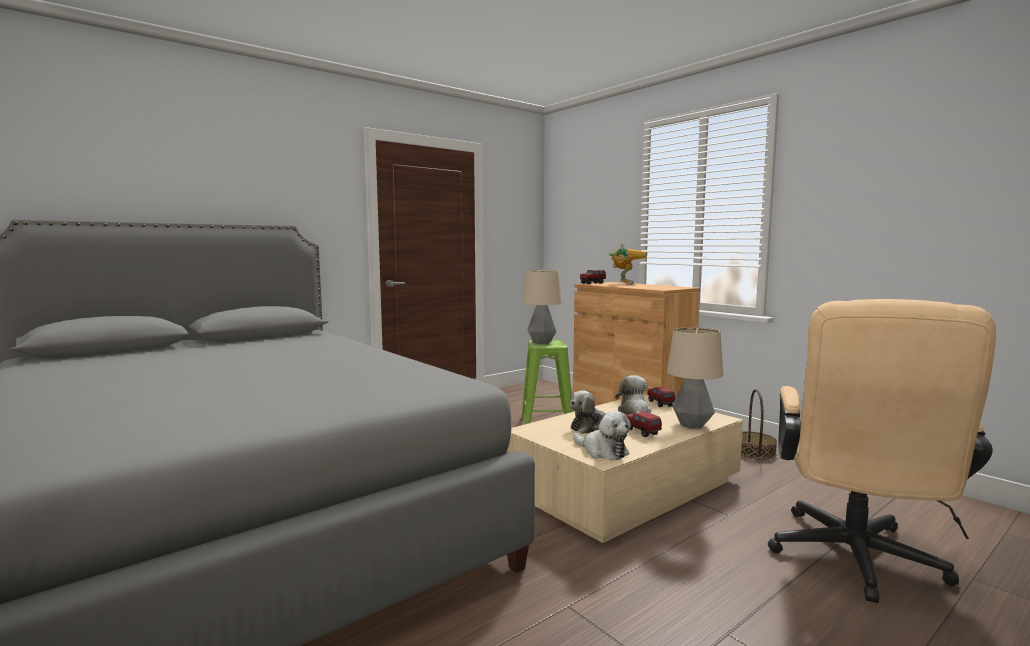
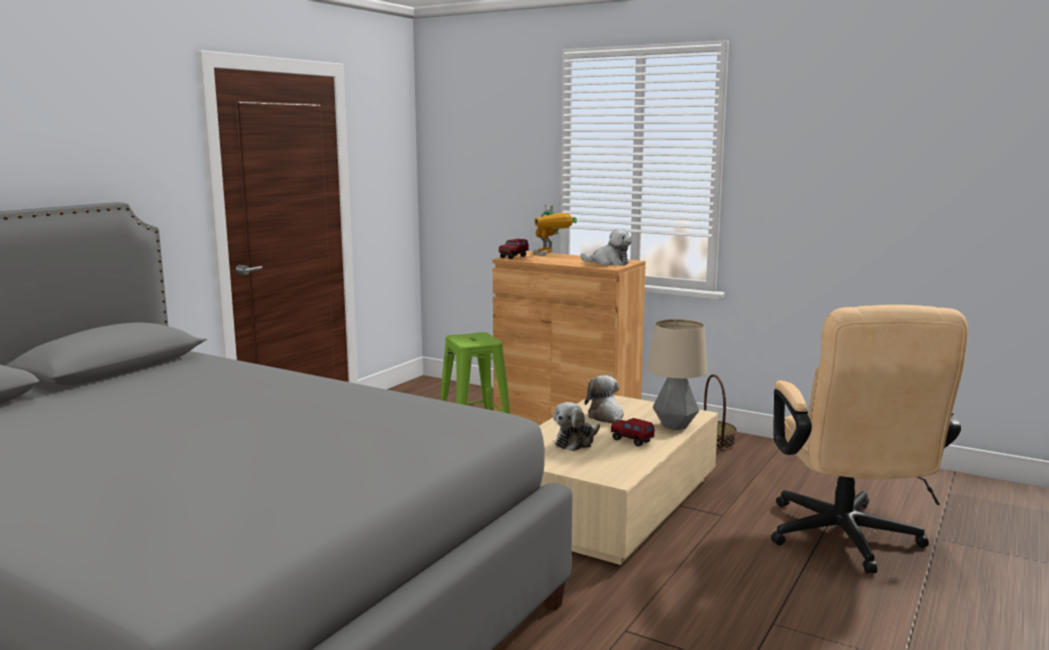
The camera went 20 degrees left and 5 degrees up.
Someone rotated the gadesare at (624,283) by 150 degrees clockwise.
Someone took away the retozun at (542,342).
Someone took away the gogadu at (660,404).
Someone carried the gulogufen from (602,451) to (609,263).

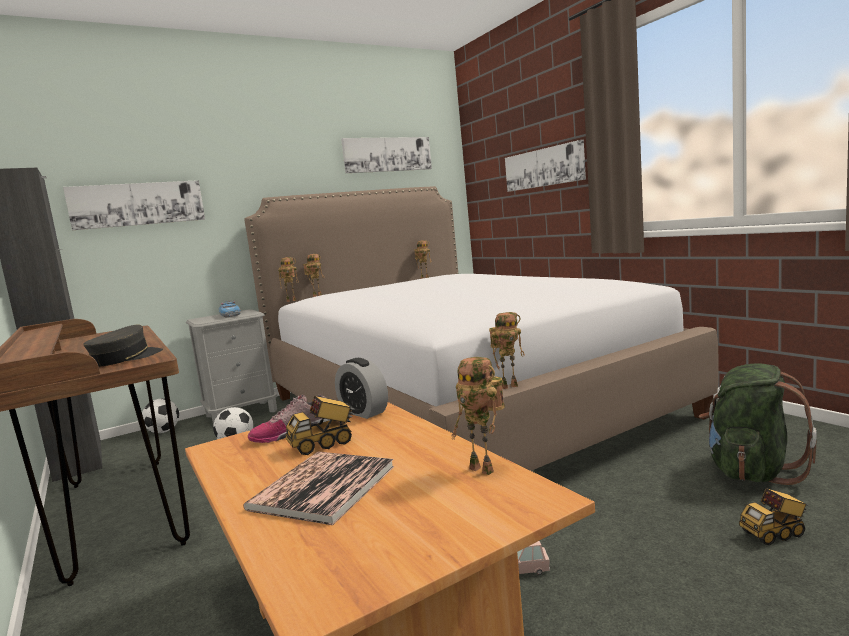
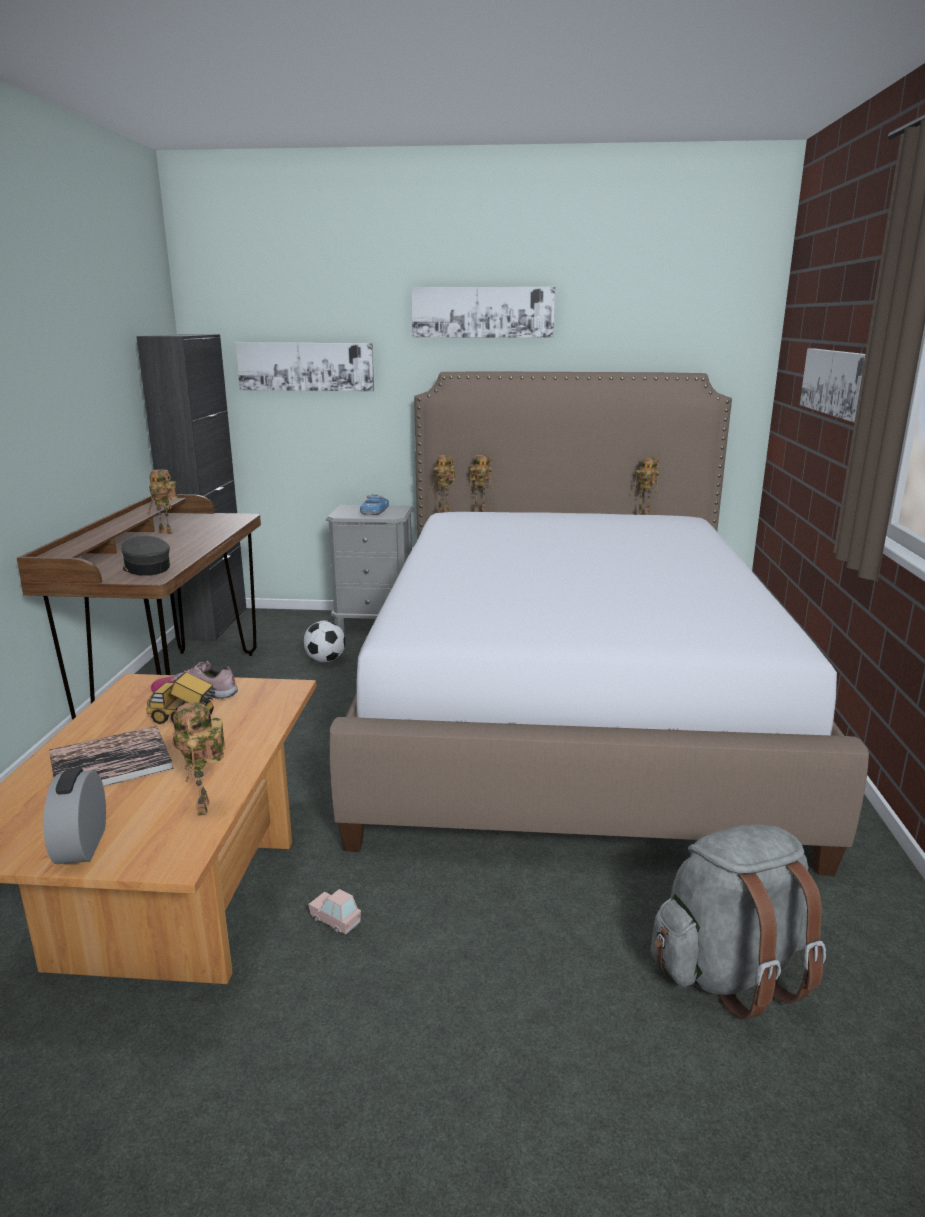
The camera went 35 degrees right and 10 degrees up.
Someone carried the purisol from (387,154) to (483,312).
Someone carried the gadesare from (509,386) to (167,532).
Someone rotated the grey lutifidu at (126,358) by 105 degrees counterclockwise.
Someone carried the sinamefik from (363,412) to (82,845).
Someone repainted the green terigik at (751,471), which became the grey terigik at (730,972).
Someone took away the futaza at (163,431).
Someone took away the gogadu at (774,534).

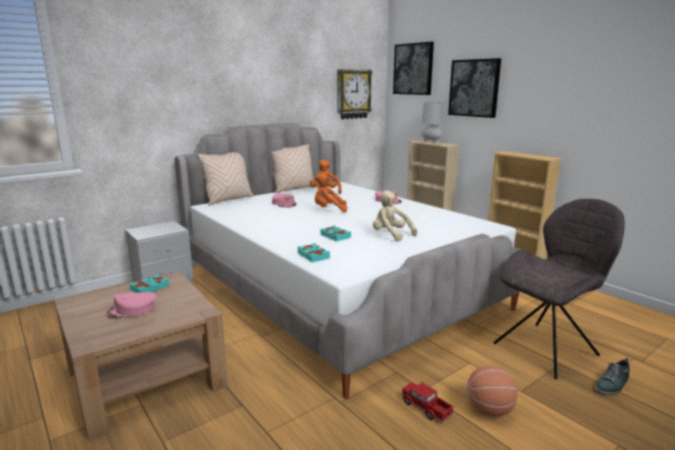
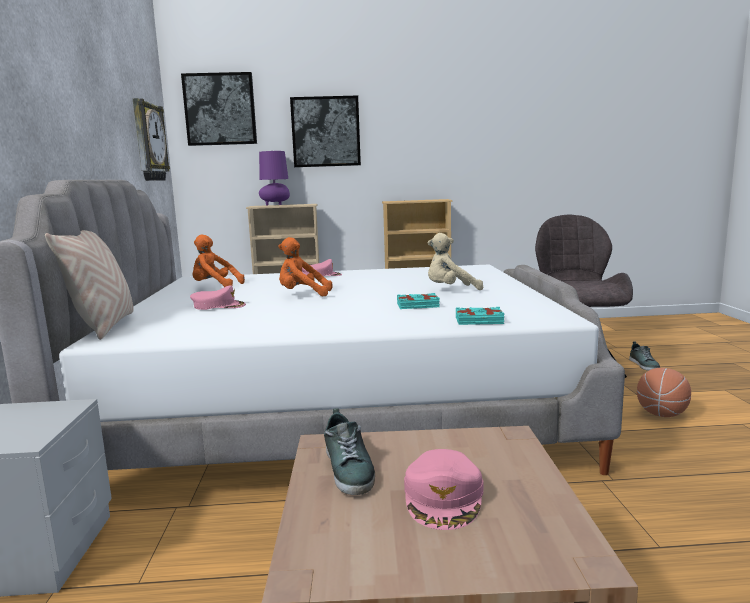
The camera went 55 degrees left and 5 degrees down.
Someone repainted the grey retozun at (430,142), which became the purple retozun at (275,205).
Someone took away the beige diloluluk at (294,189).
Someone rotated the orange gulogufen at (329,210) by 60 degrees clockwise.
Someone swapped the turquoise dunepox at (149,288) for the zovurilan at (349,469).
Someone took away the gogadu at (426,408).

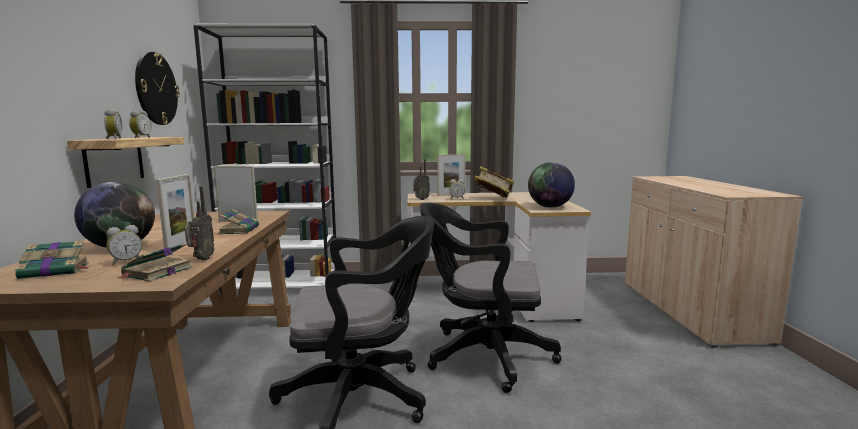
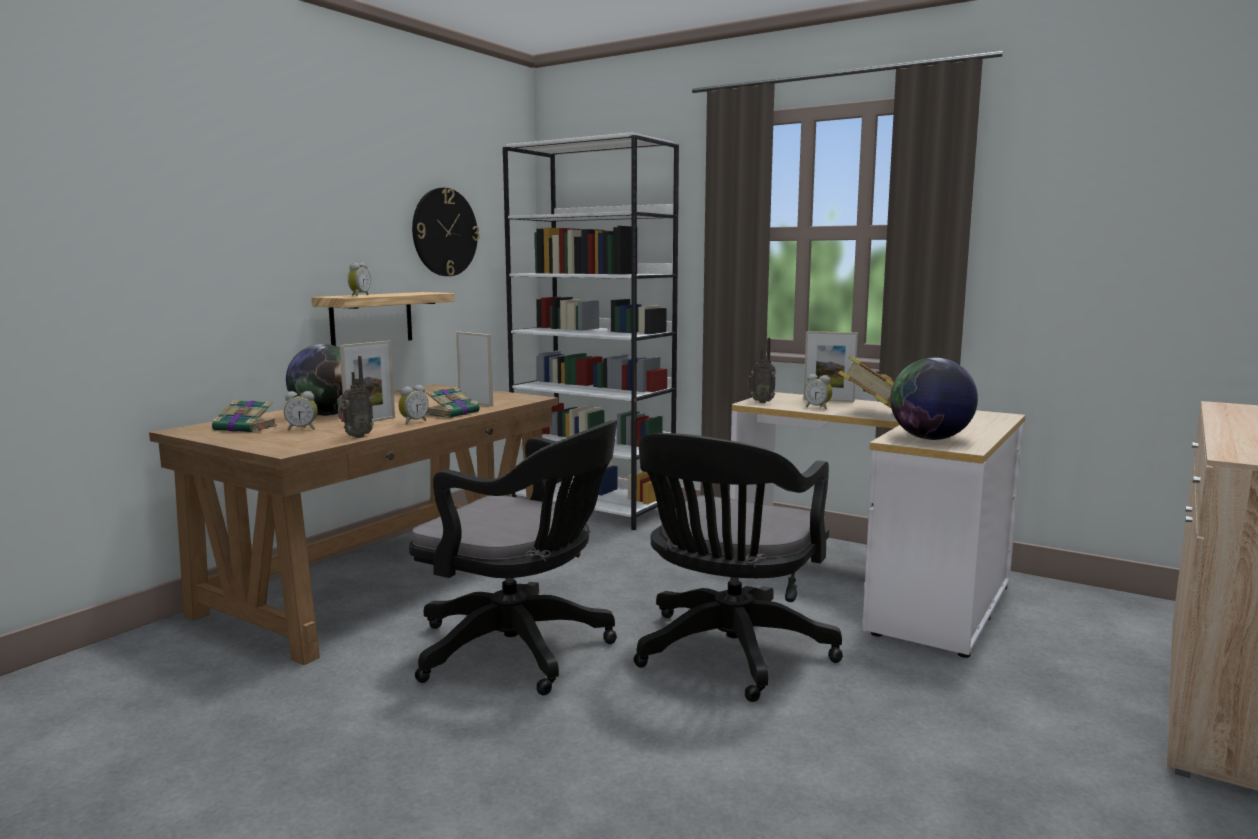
The camera went 35 degrees right and 0 degrees up.
Someone carried the sinamefik from (140,137) to (413,422).
Someone rotated the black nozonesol at (482,355) by 105 degrees counterclockwise.
Someone took away the dunepox at (156,272).

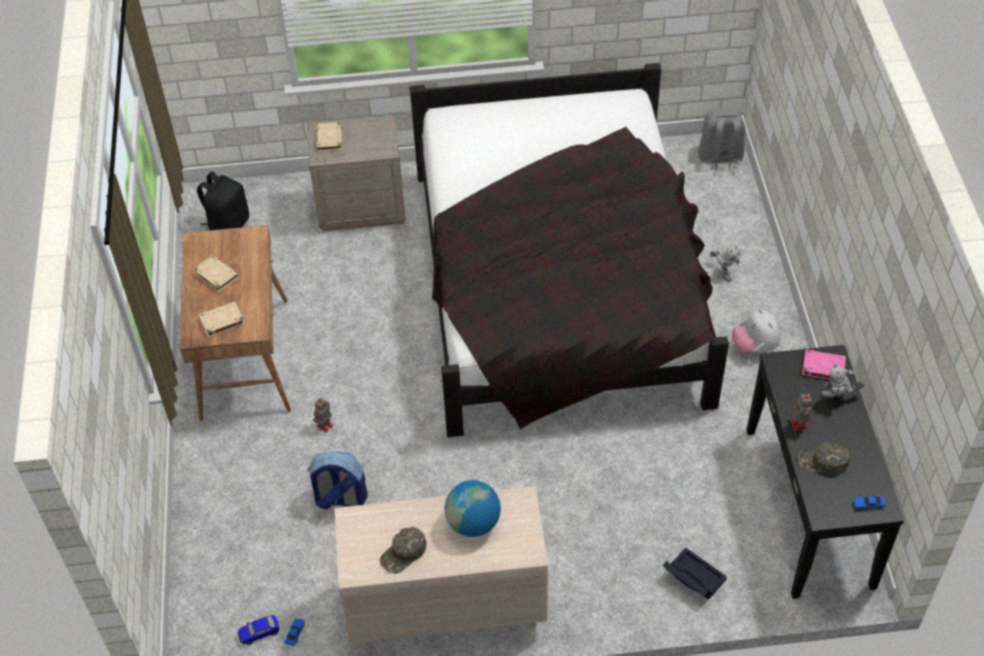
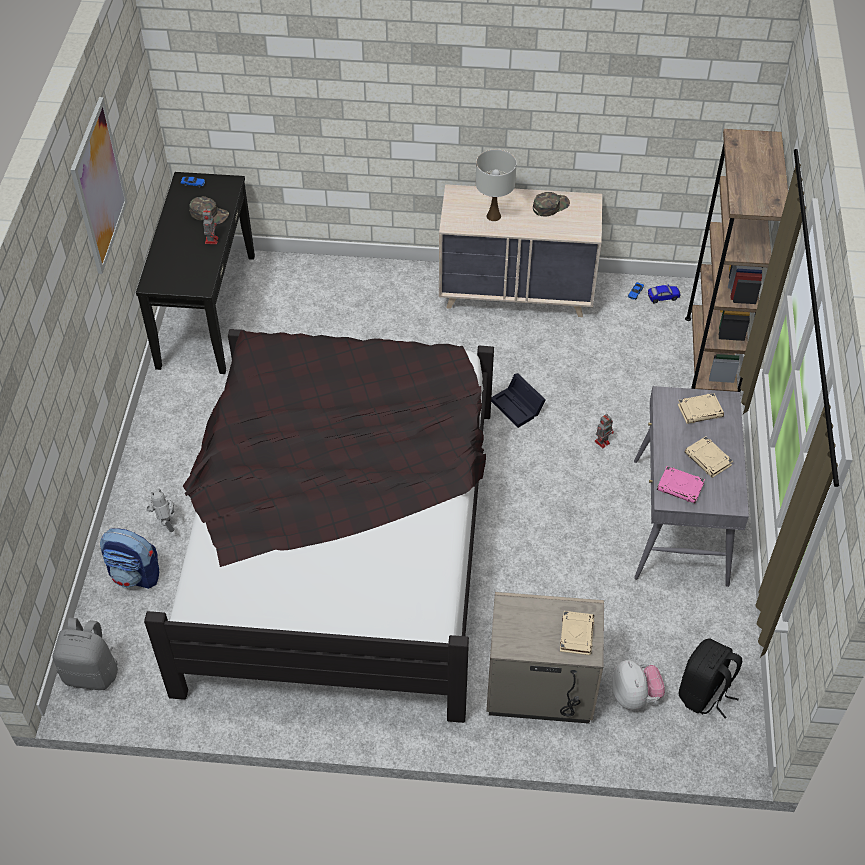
The camera went 170 degrees left and 0 degrees up.
Someone repainted the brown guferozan at (244,358), which became the grey guferozan at (680,522).
Someone carried the gulogufen from (754,347) to (634,696).
Someone carried the pink dunepox from (822,367) to (680,487).
Someone took away the gadesare at (838,398).
Someone carried the terigik from (340,498) to (135,575).
Someone swapped the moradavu at (473,523) for the white retozun at (493,216).
Someone carried the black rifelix from (691,577) to (518,407).
Someone put up the purisol at (98,186).
Someone put down the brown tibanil at (711,358).

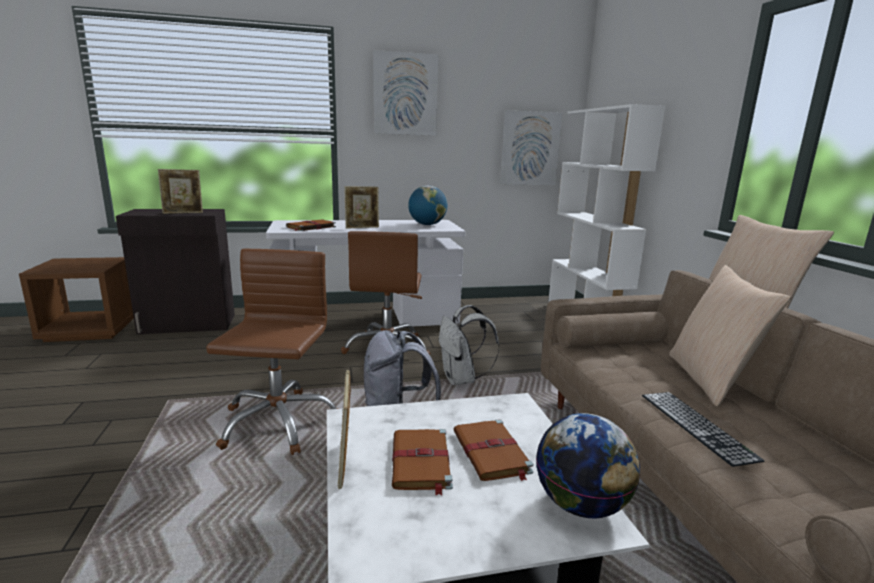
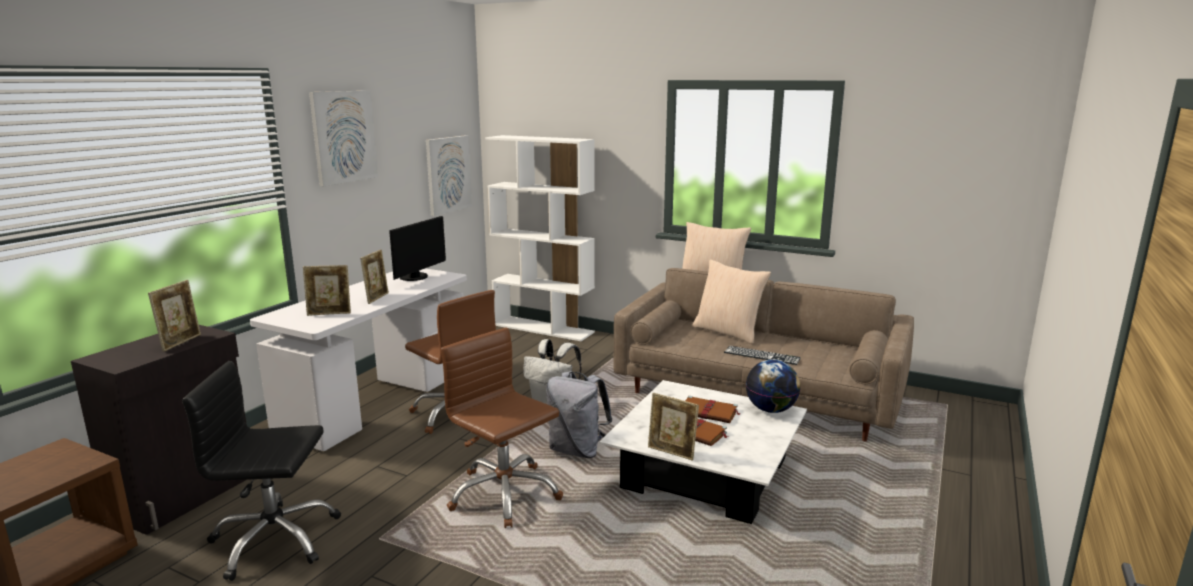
The camera went 50 degrees left and 0 degrees up.
Someone swapped the moradavu at (427,225) for the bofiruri at (416,277).
Someone swapped the brown dunepox at (310,227) for the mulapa at (329,313).
Someone put down the black nozonesol at (274,540).

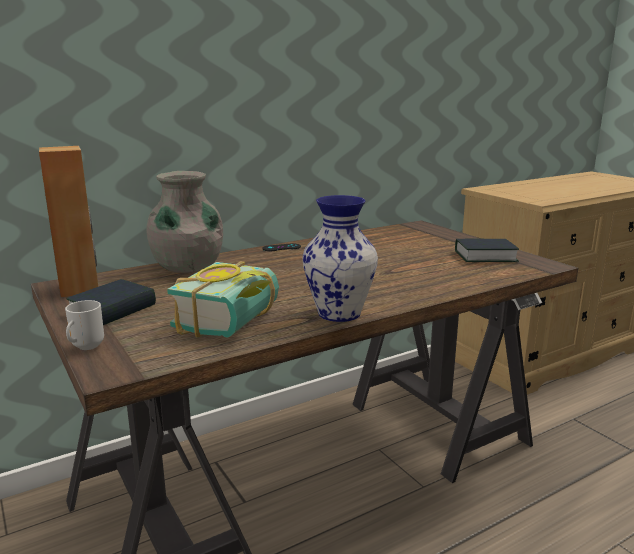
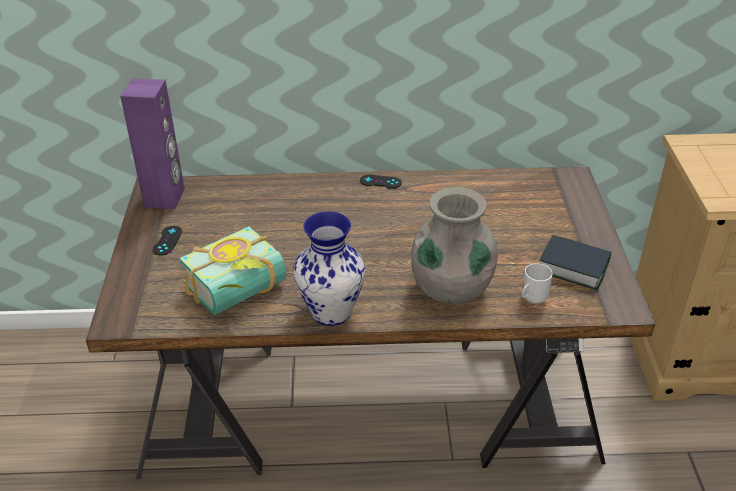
The camera went 30 degrees right and 20 degrees up.
Someone repainted the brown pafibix at (79,288), which became the purple pafibix at (165,198).
Someone carried the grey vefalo from (187,268) to (451,288).
Someone swapped the dunepox at (113,310) for the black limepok at (167,241).
Someone carried the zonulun from (85,347) to (532,299).

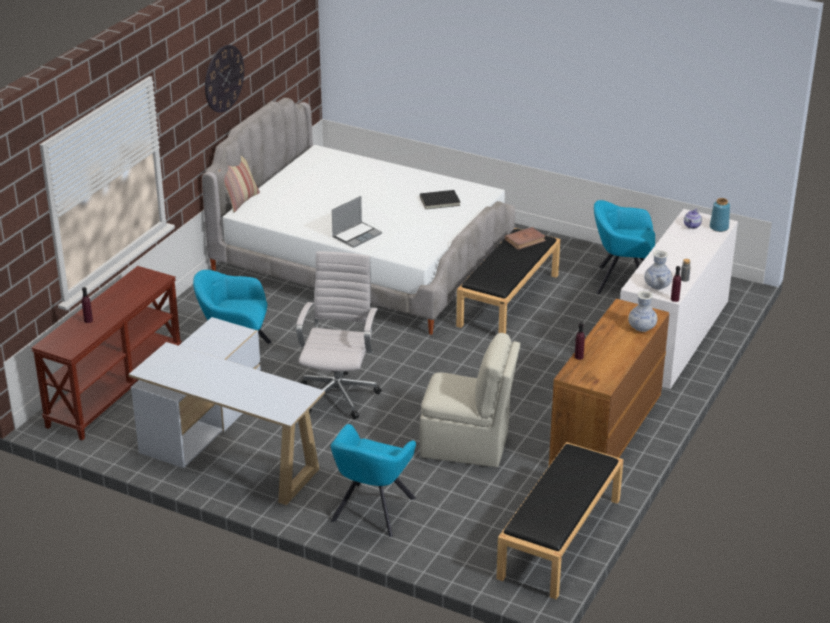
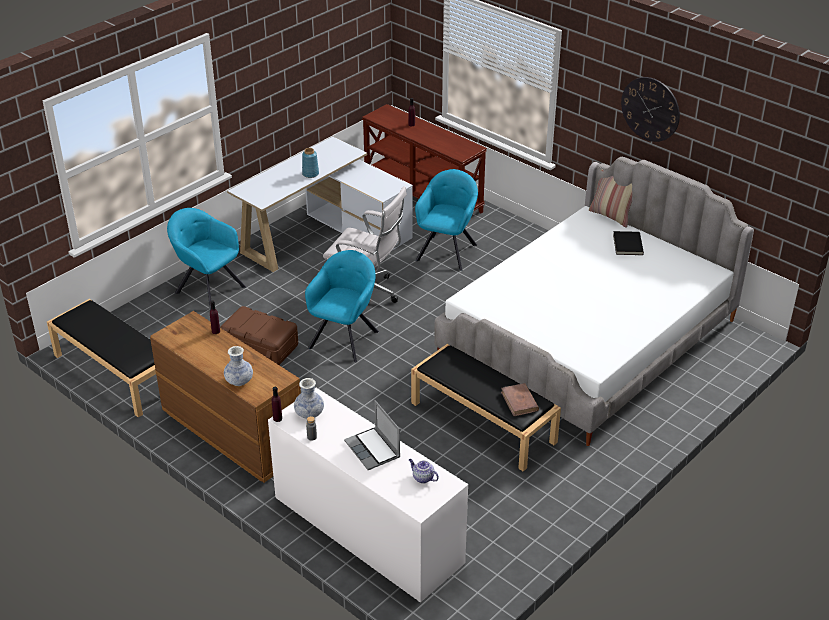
The camera went 105 degrees right and 5 degrees up.
Someone carried the black dunepox from (440,201) to (627,244).
Someone carried the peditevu from (357,235) to (373,450).
Someone carried the blue vefalo from (718,227) to (311,174).
Someone carried the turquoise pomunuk from (621,281) to (345,338).
Someone swapped the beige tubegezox at (467,445) for the brown rifelix at (260,349).

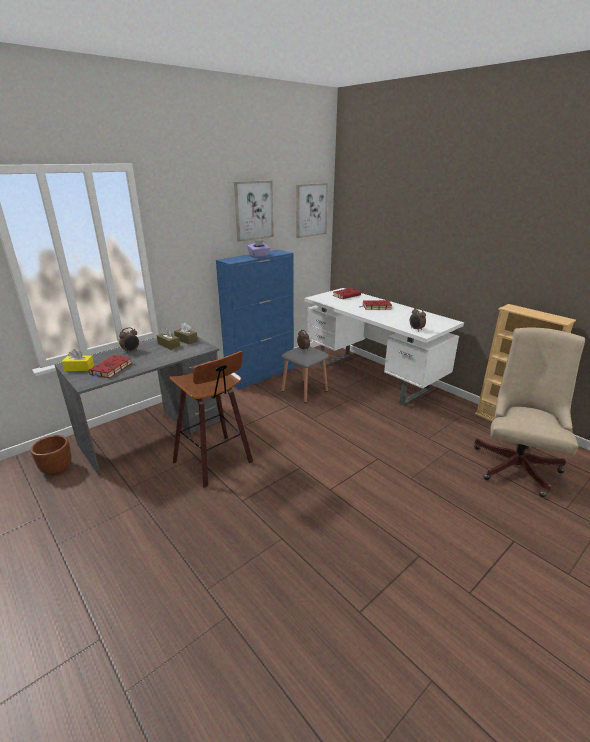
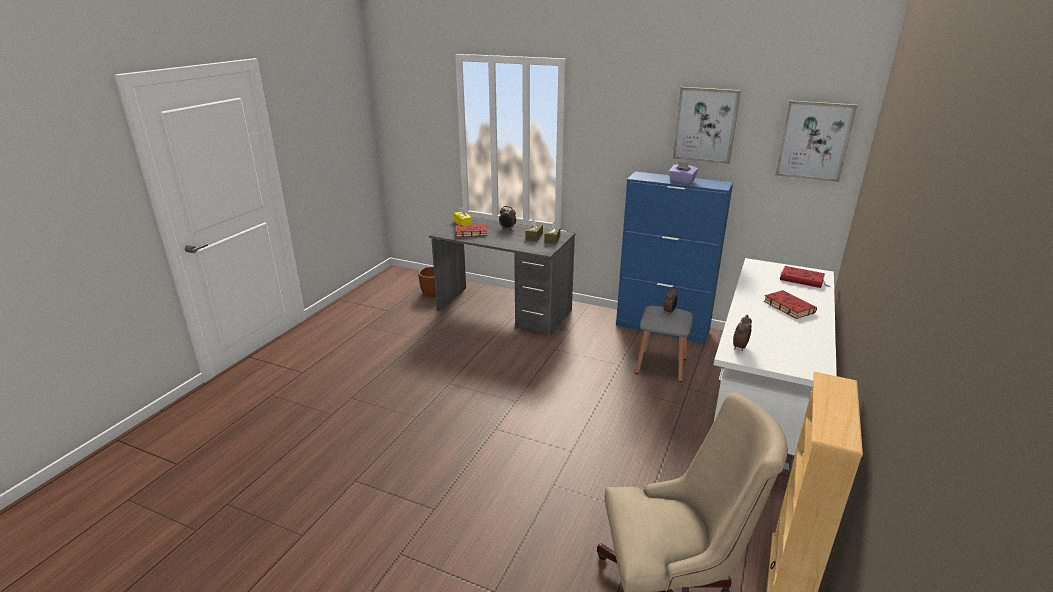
The camera went 65 degrees right and 0 degrees up.
Someone took away the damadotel at (216,462).

